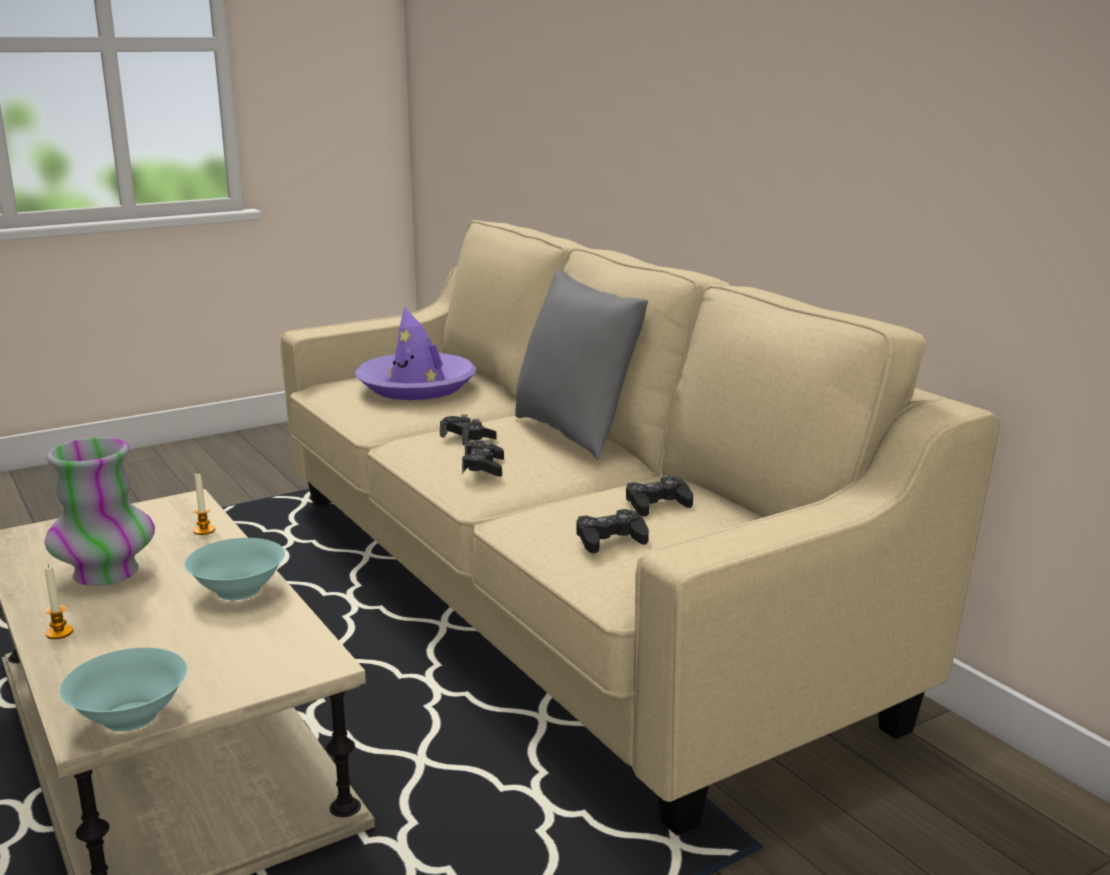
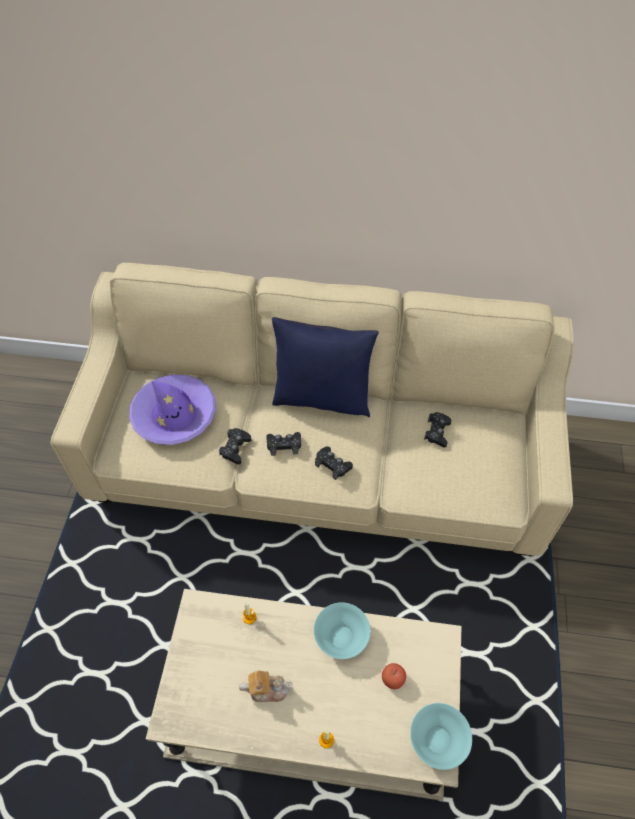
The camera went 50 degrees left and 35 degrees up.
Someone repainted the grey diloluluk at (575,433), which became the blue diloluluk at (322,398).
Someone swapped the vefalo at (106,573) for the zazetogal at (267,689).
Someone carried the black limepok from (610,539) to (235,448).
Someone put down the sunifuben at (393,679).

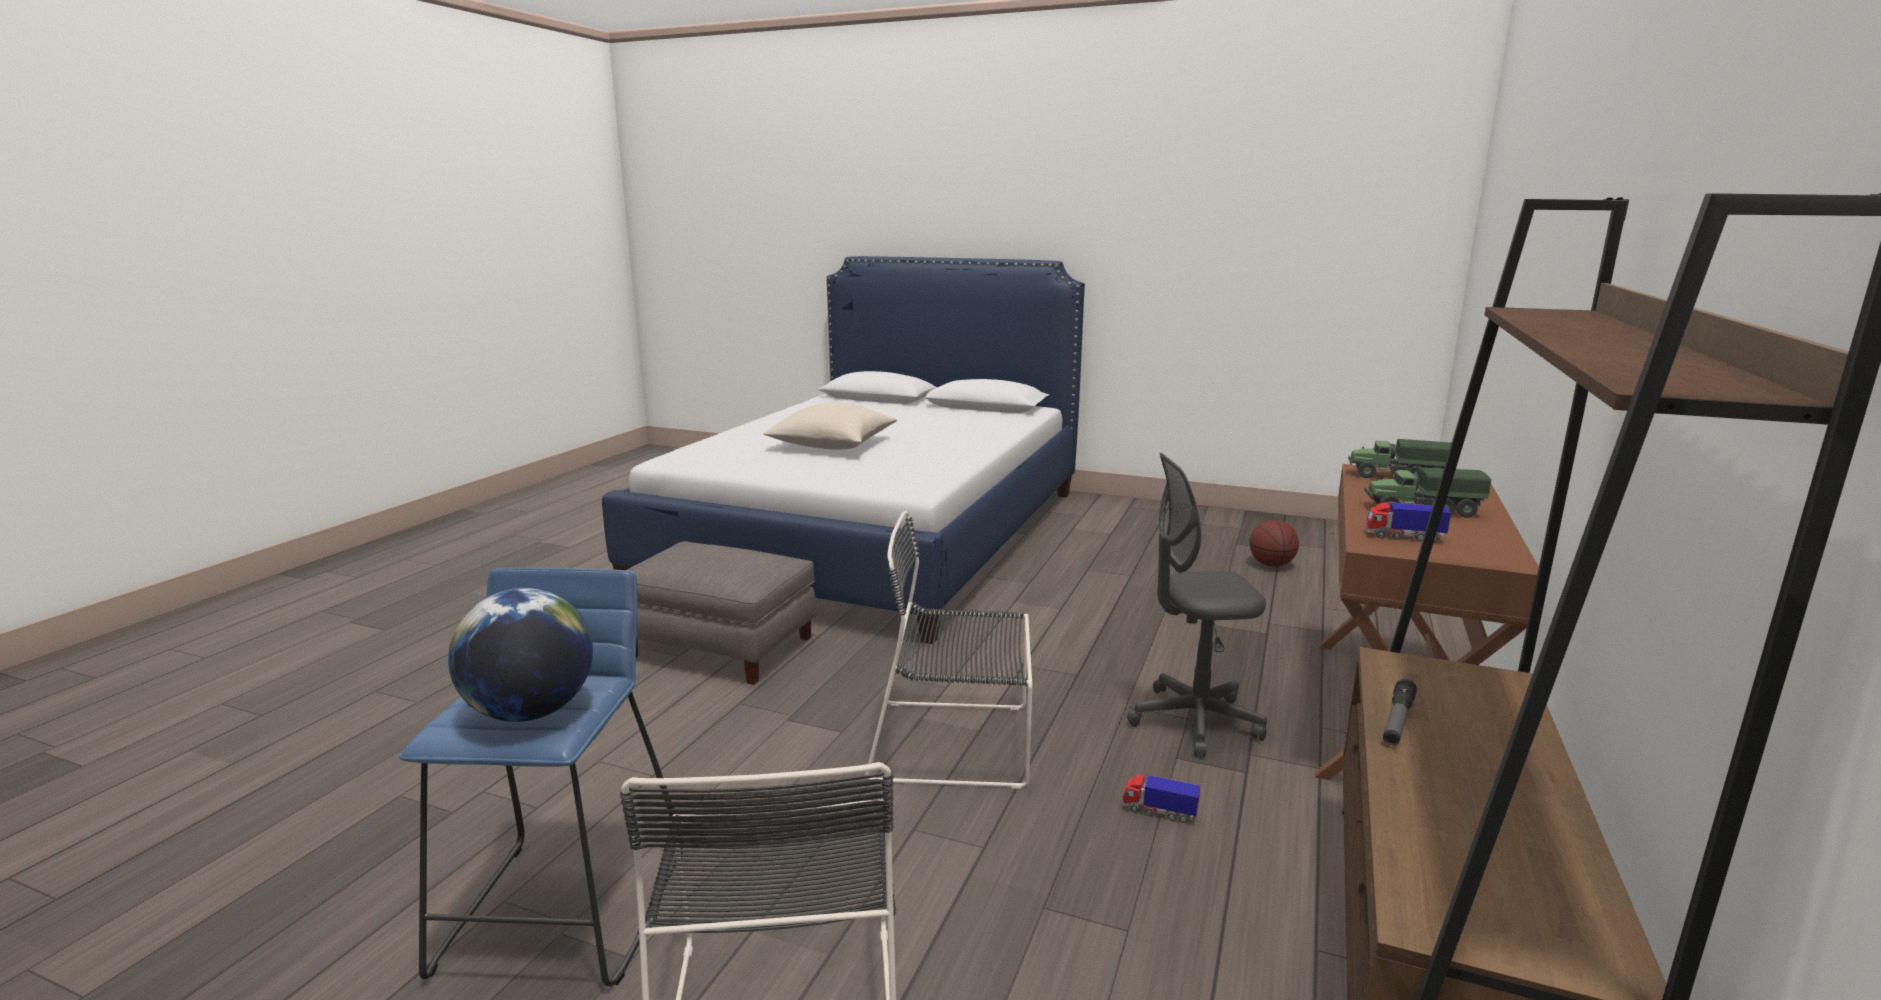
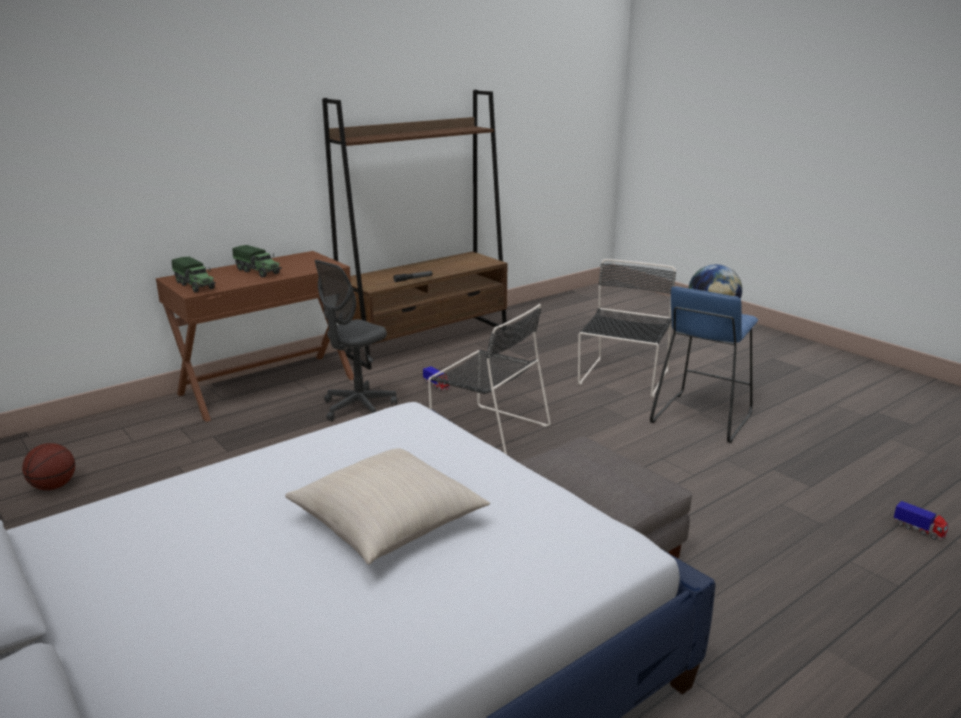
The camera went 150 degrees left and 5 degrees up.
Someone rotated the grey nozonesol at (1194,721) by 105 degrees clockwise.
Someone carried the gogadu from (1403,537) to (919,530).

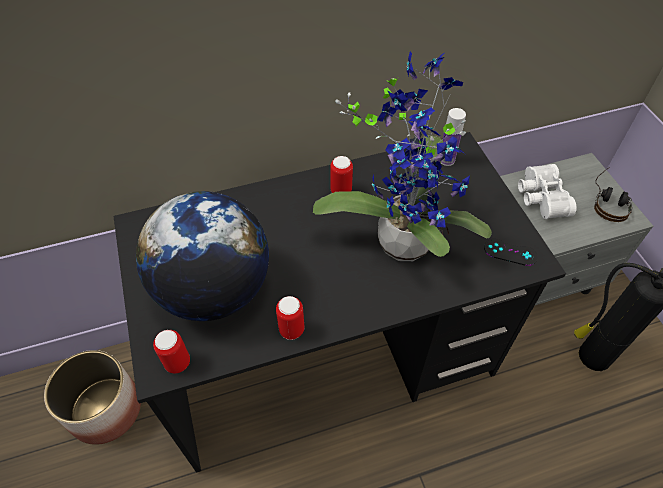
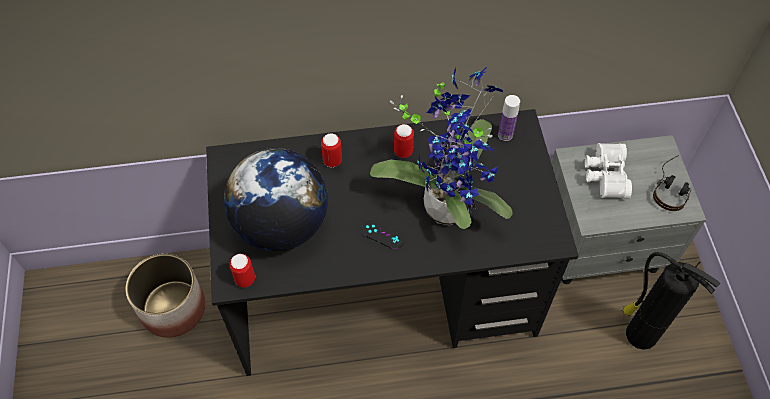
The camera went 10 degrees right and 5 degrees up.
Someone carried the black limepok from (510,252) to (383,234).
Someone carried the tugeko from (291,330) to (332,161).

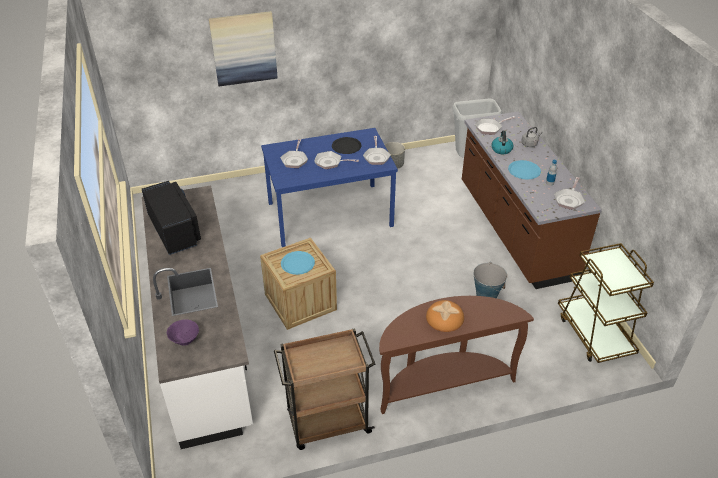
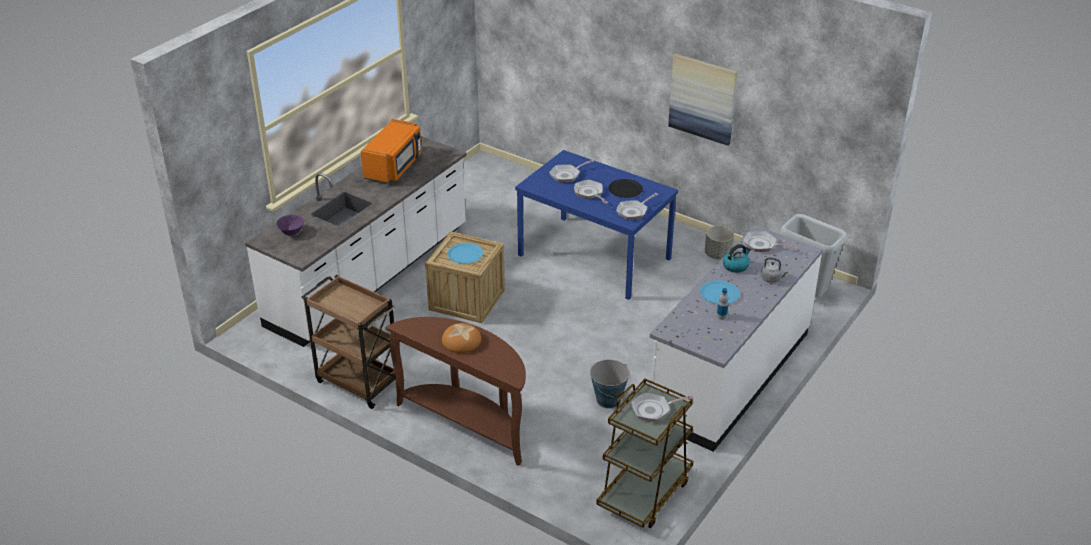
The camera went 50 degrees right and 5 degrees down.
Someone carried the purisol from (244,48) to (703,98).
Someone repainted the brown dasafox at (514,230), which became the white dasafox at (729,375).
Someone carried the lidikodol from (569,199) to (654,410).
Someone repainted the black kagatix at (175,230), which became the orange kagatix at (394,167).

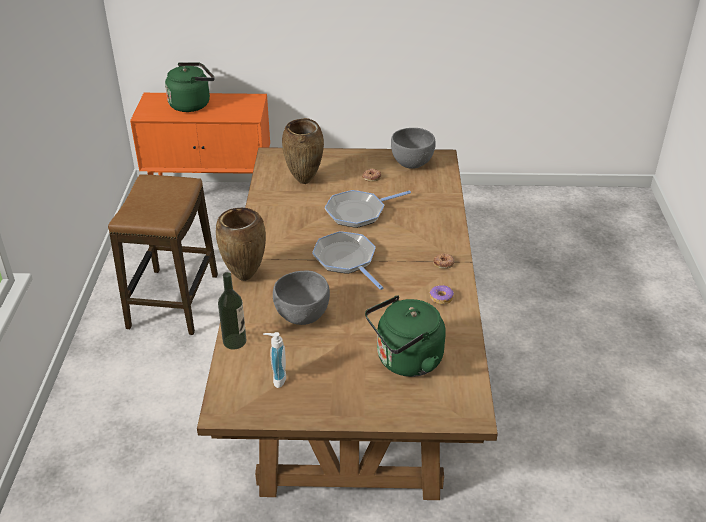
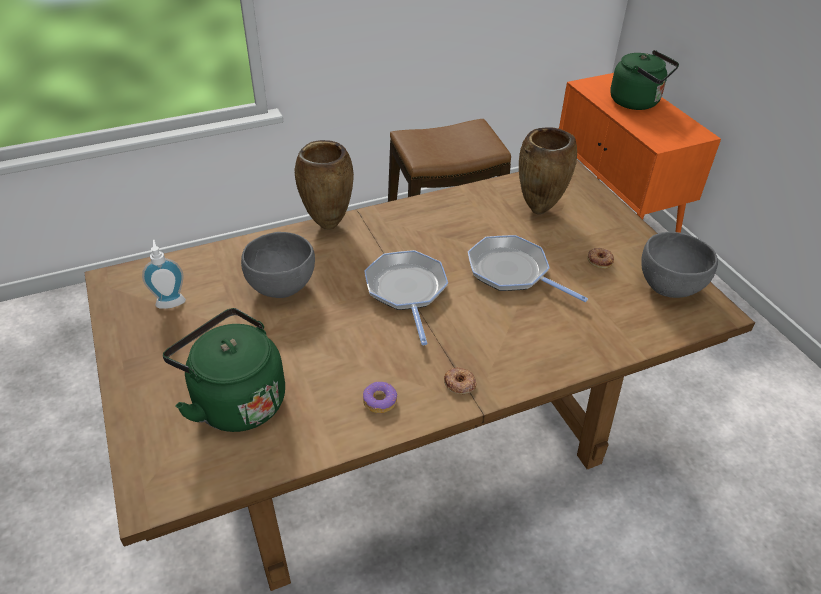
The camera went 65 degrees right and 5 degrees up.
Someone rotated the lidikodol at (346,260) by 45 degrees counterclockwise.
Someone took away the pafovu at (234,341).

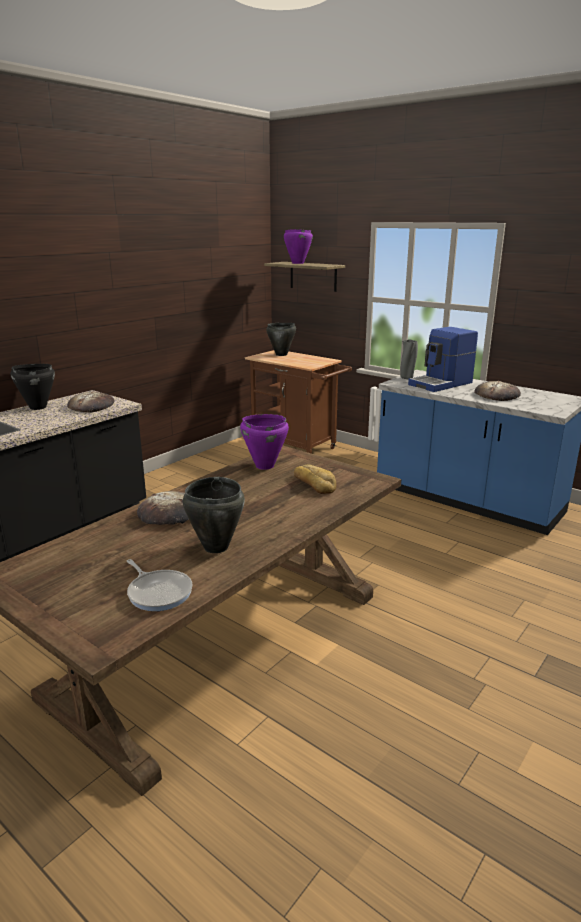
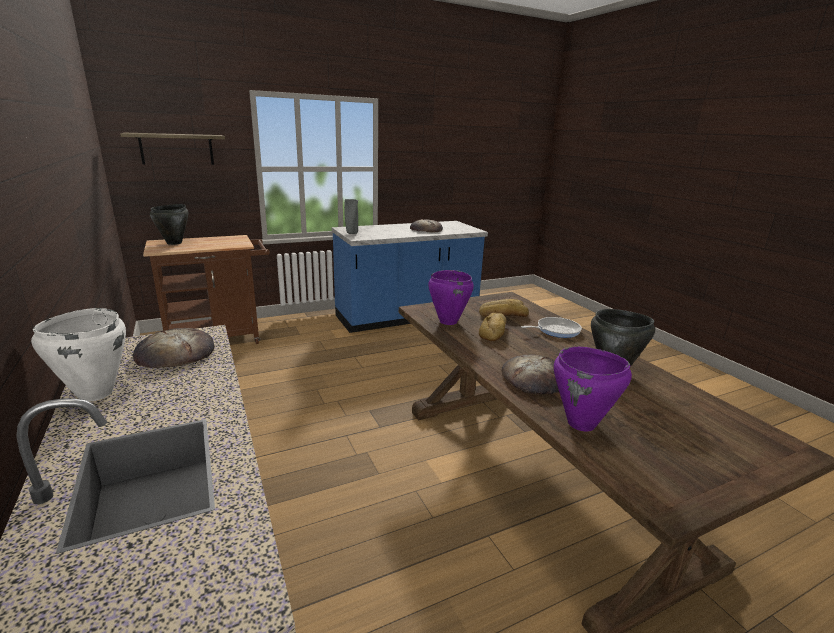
The camera went 65 degrees left and 0 degrees up.
Someone carried the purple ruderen from (297,263) to (581,424).
Someone took away the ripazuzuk at (441,384).
Someone repainted the black ruderen at (37,407), which became the white ruderen at (95,394).
Someone carried the lidikodol from (158,592) to (555,330).
Someone put down the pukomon at (494,331).

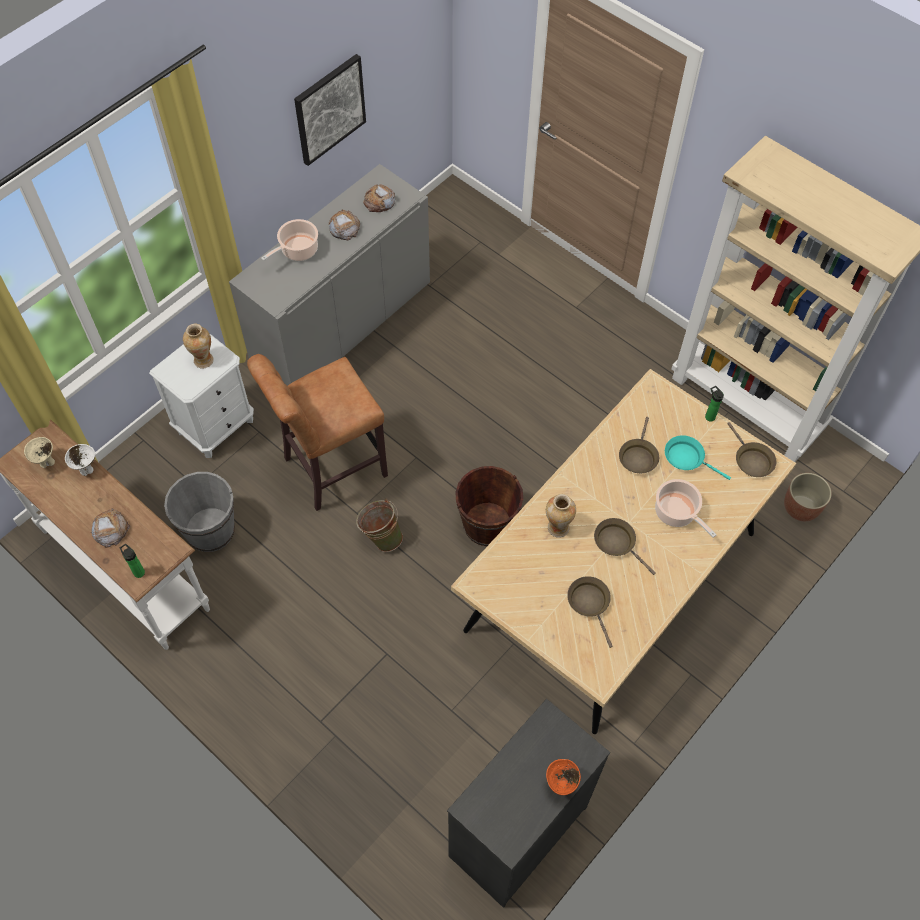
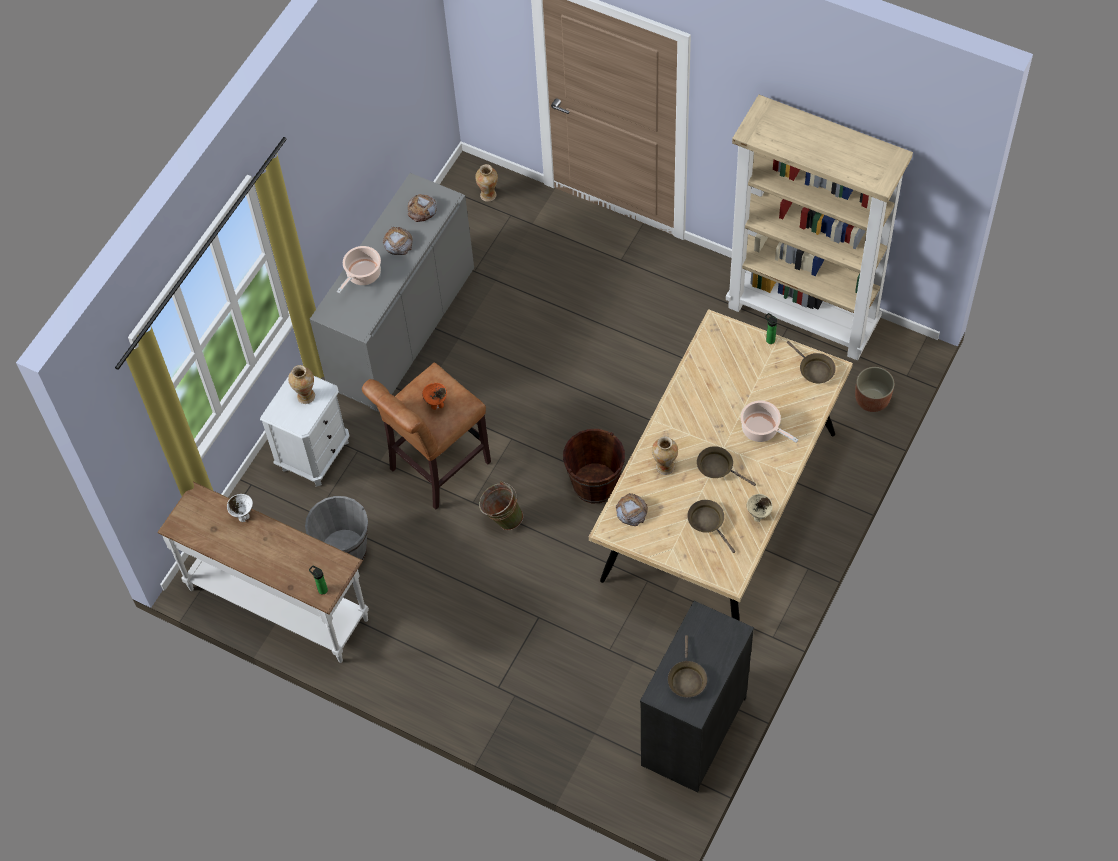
The camera went 10 degrees left and 0 degrees up.
Someone took away the purisol at (329,109).
Someone carried the brown lidikodol from (638,456) to (686,678).
Someone took away the turquoise lidikodol at (687,458).
Someone carried the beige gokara from (46,462) to (758,516).
Someone carried the pukomon from (110,529) to (631,511).
Someone carried the orange gokara from (561,784) to (436,405).
Someone put down the vefalo at (488,195).

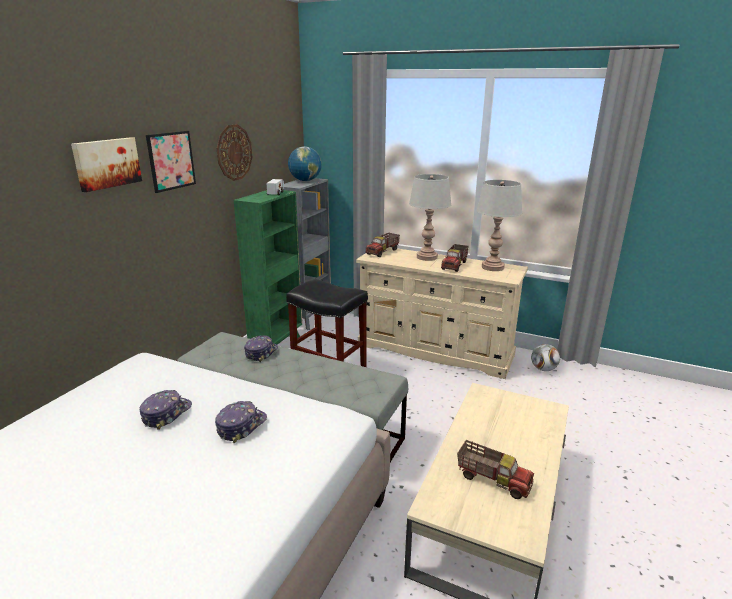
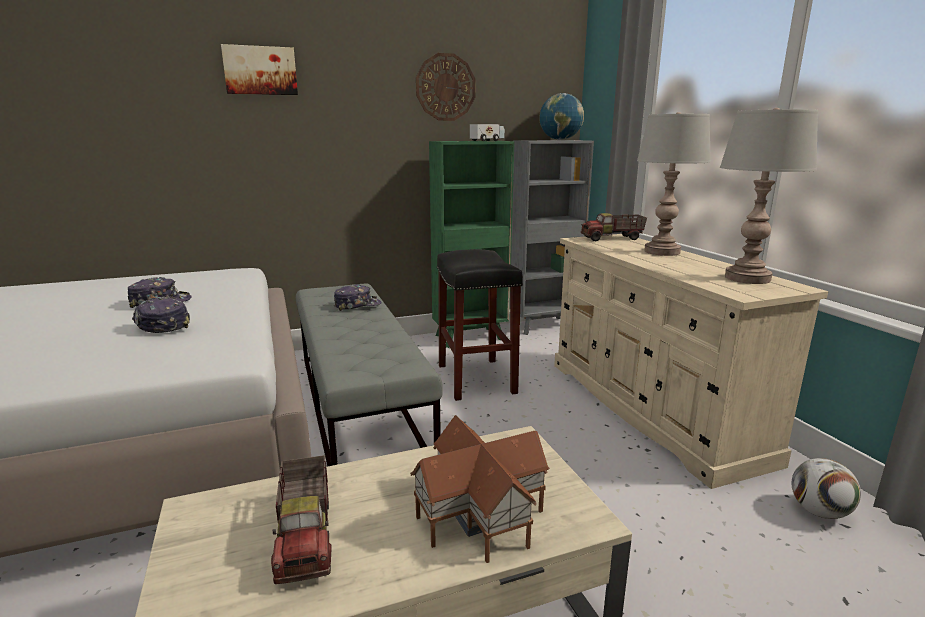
The camera went 45 degrees right and 5 degrees down.
Someone took away the purisol at (171,161).
Someone took away the gogadu at (455,265).
Someone rotated the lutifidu at (241,426) by 120 degrees counterclockwise.
Someone put down the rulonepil at (482,515).

